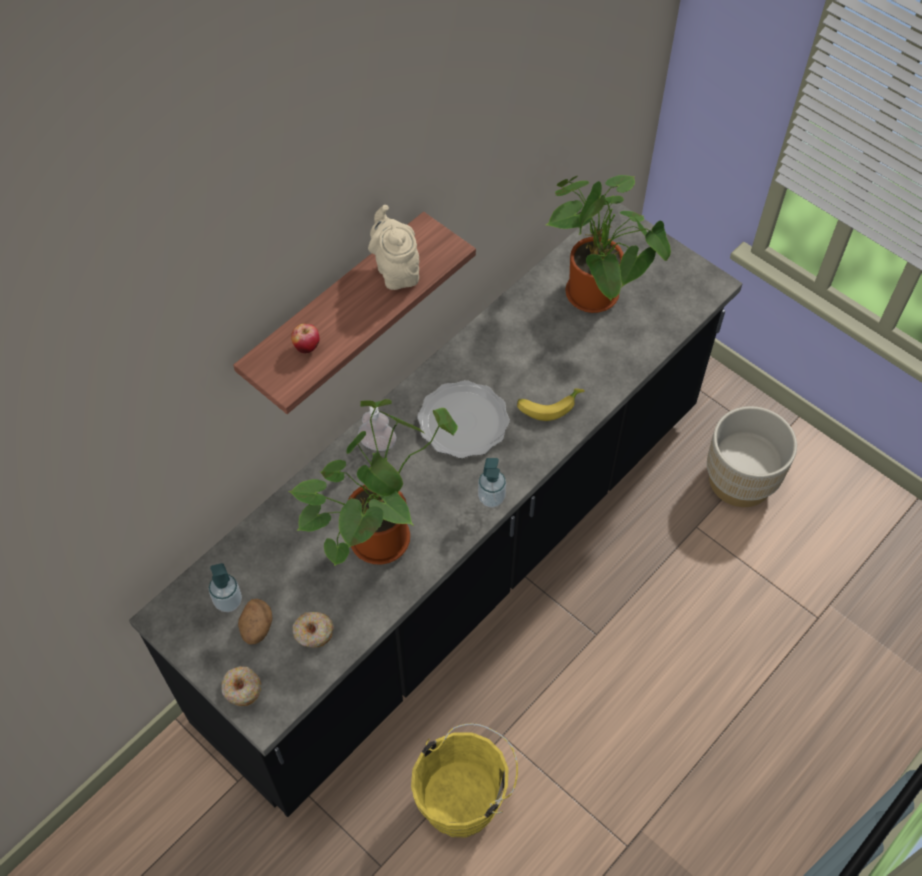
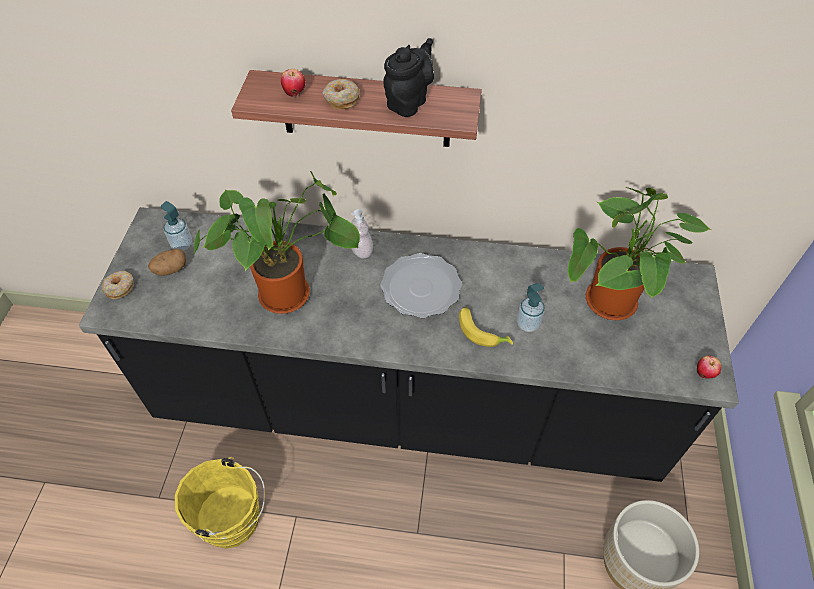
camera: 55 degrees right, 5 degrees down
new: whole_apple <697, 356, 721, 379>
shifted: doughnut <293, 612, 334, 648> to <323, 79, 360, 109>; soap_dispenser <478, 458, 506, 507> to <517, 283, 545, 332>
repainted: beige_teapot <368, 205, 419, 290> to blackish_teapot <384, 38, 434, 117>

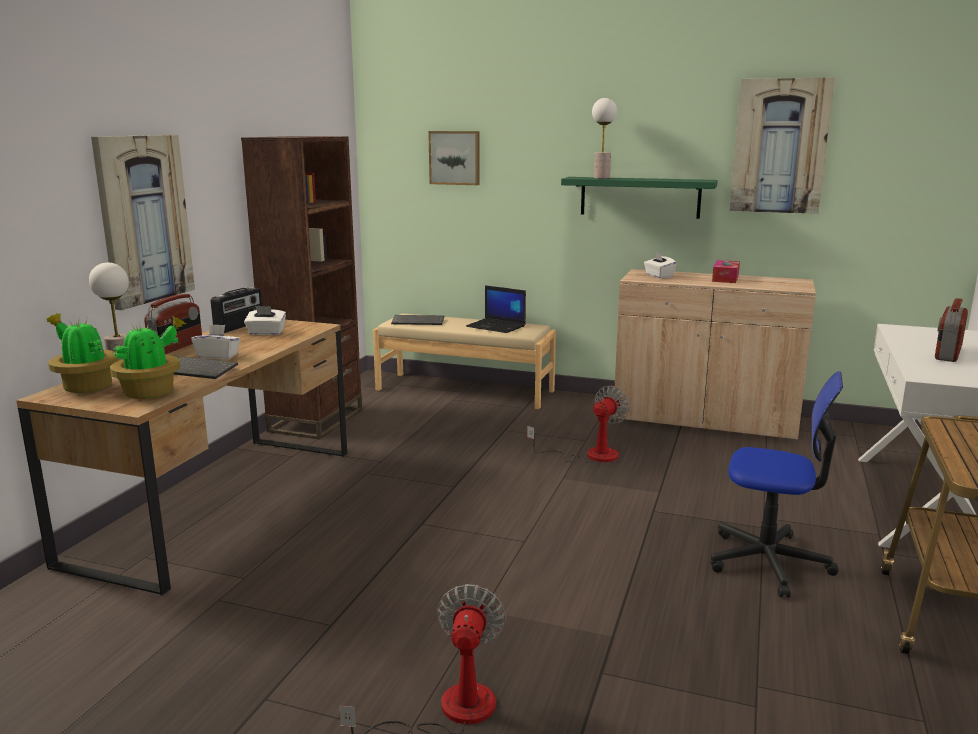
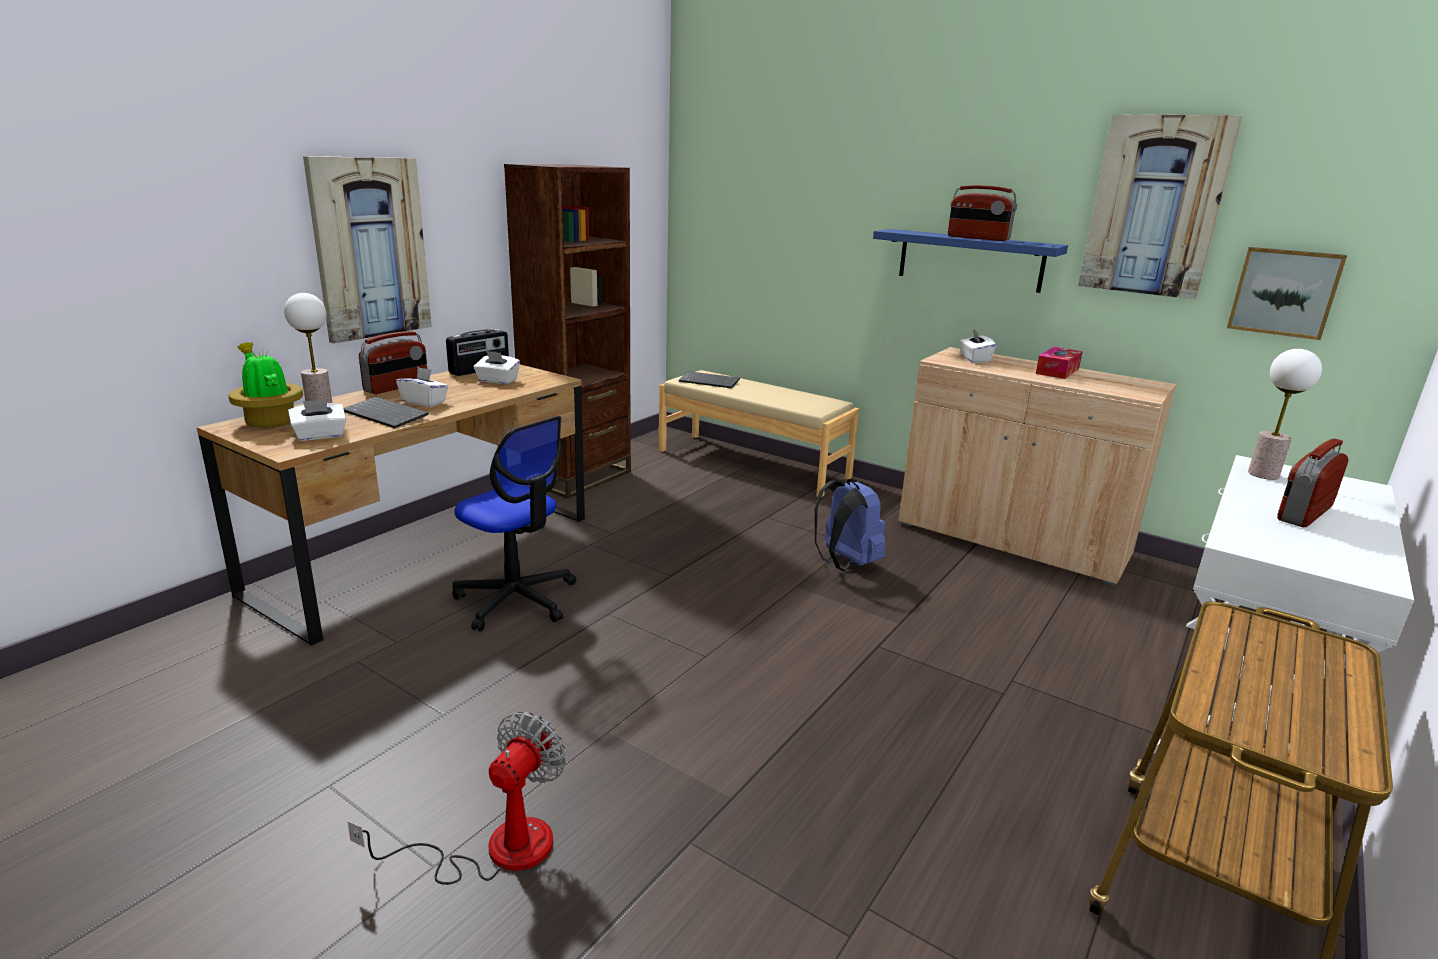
camera: 15 degrees right, 5 degrees up
gone: portable_computer <466, 285, 526, 333>
new: radio <948, 185, 1017, 241>
shifted: wall_picture <428, 131, 480, 185> to <1227, 247, 1347, 340>; tabletop_lamp <592, 98, 617, 179> to <1248, 349, 1322, 480>; desk_chair <711, 371, 843, 598> to <452, 416, 576, 631>
swapped: plant_in_a_pot <110, 316, 187, 399> to white_tissue_holder <288, 399, 346, 441>; fan <527, 386, 629, 463> to bluish_knapsack <814, 479, 885, 571>
repainted: green_shelf <561, 177, 718, 219> to bluish_shelf <873, 229, 1068, 293>

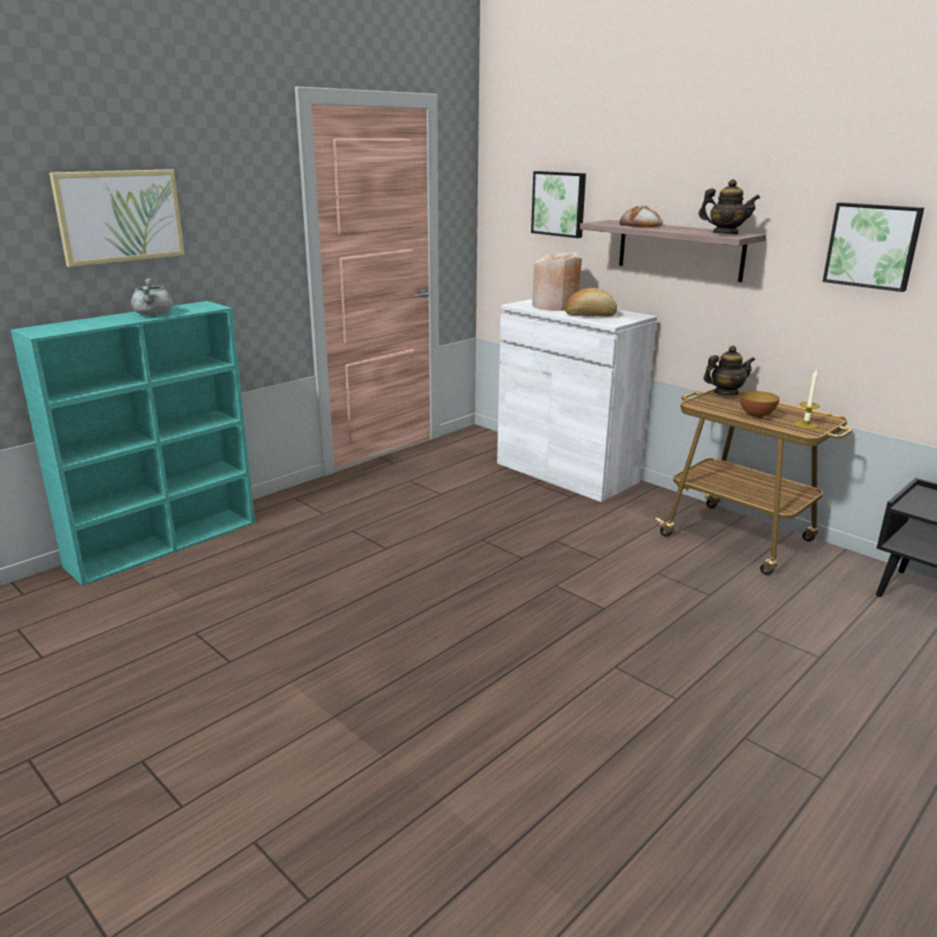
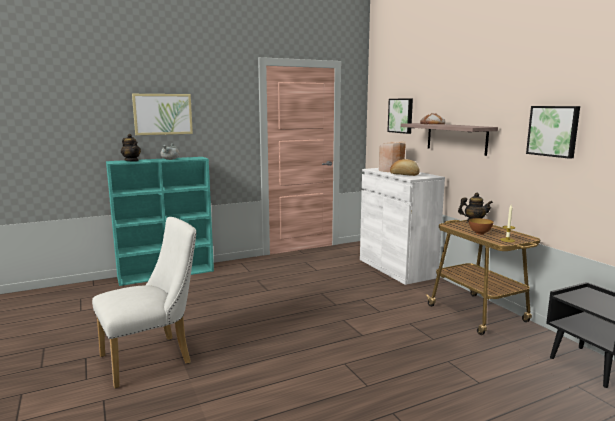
camera: 20 degrees right, 10 degrees down
new: white_chair <92, 217, 196, 388>
shifted: teapot <698, 179, 760, 234> to <121, 134, 141, 161>

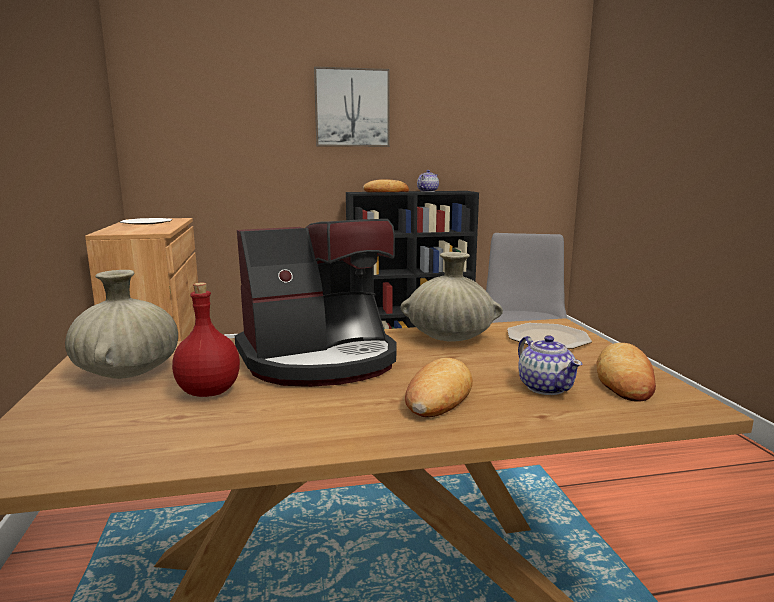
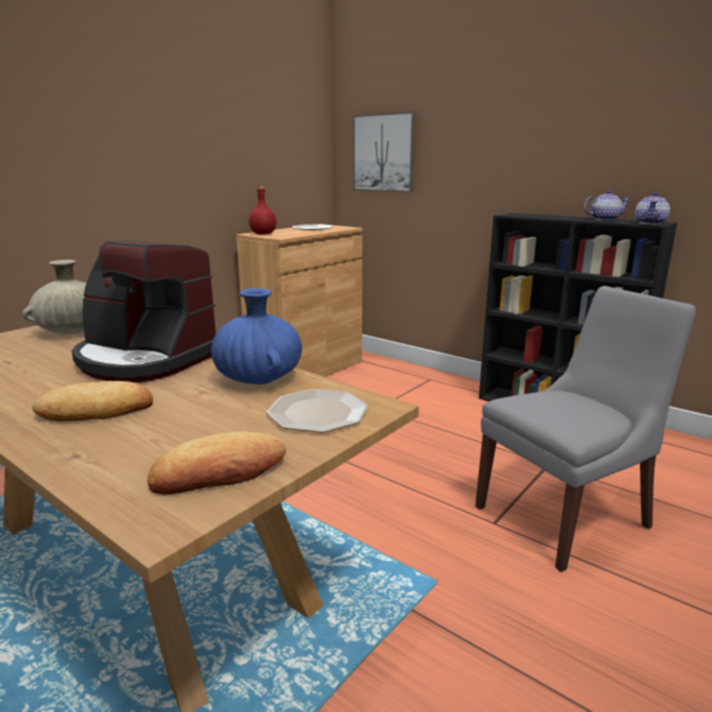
camera: 50 degrees right, 5 degrees up
gone: baked_bread <363, 179, 409, 192>
shifted: red_beverage_bottle <172, 283, 240, 397> to <249, 185, 277, 235>; wall_picture <314, 66, 390, 147> to <353, 111, 416, 193>; teapot <518, 335, 582, 395> to <635, 192, 670, 224>
repainted: beige_vase <400, 252, 503, 342> to bluish_vase <211, 288, 302, 385>

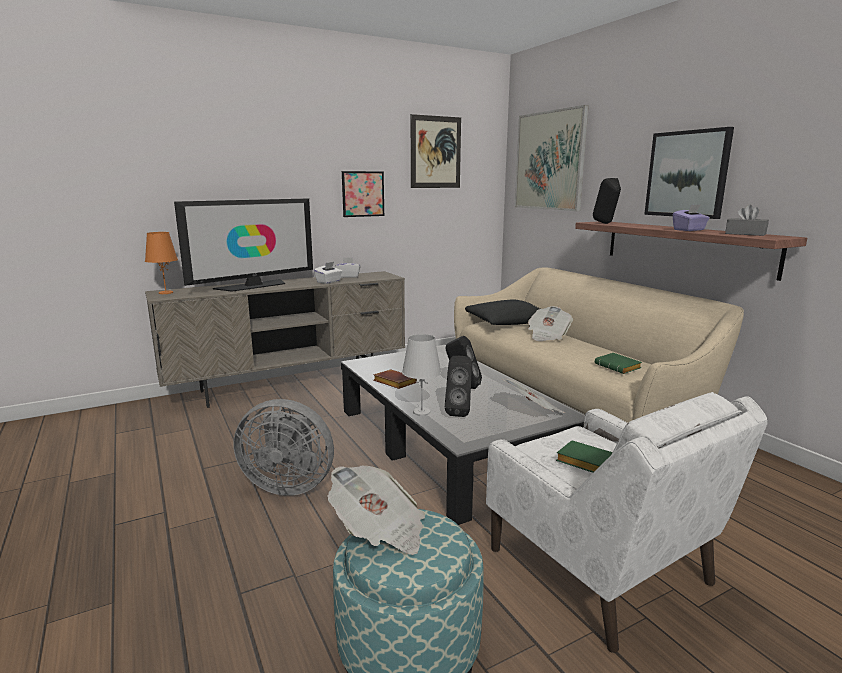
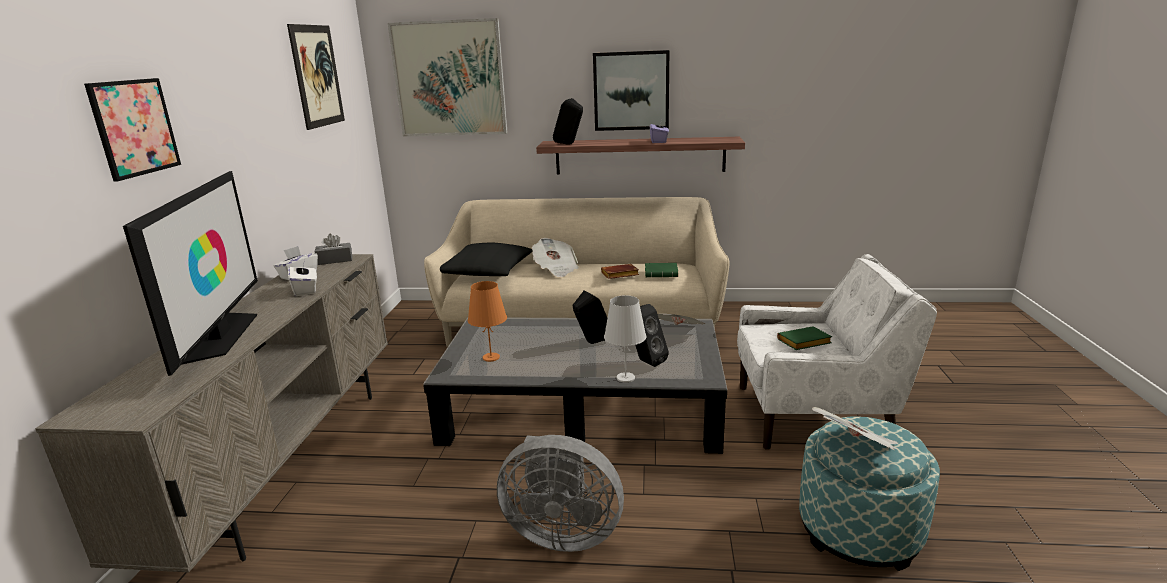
camera: 55 degrees left, 5 degrees up
shifted: orange-coloured_tabletop_lamp <145, 232, 178, 294> to <468, 281, 507, 362>; wall_picture <342, 171, 384, 217> to <84, 78, 181, 182>; brown_volume <373, 370, 417, 389> to <601, 264, 639, 279>; gray_tissue_holder <725, 205, 769, 236> to <315, 234, 352, 265>
rotated: gray_fan <233, 399, 334, 496> = <497, 435, 624, 552> 60 degrees clockwise

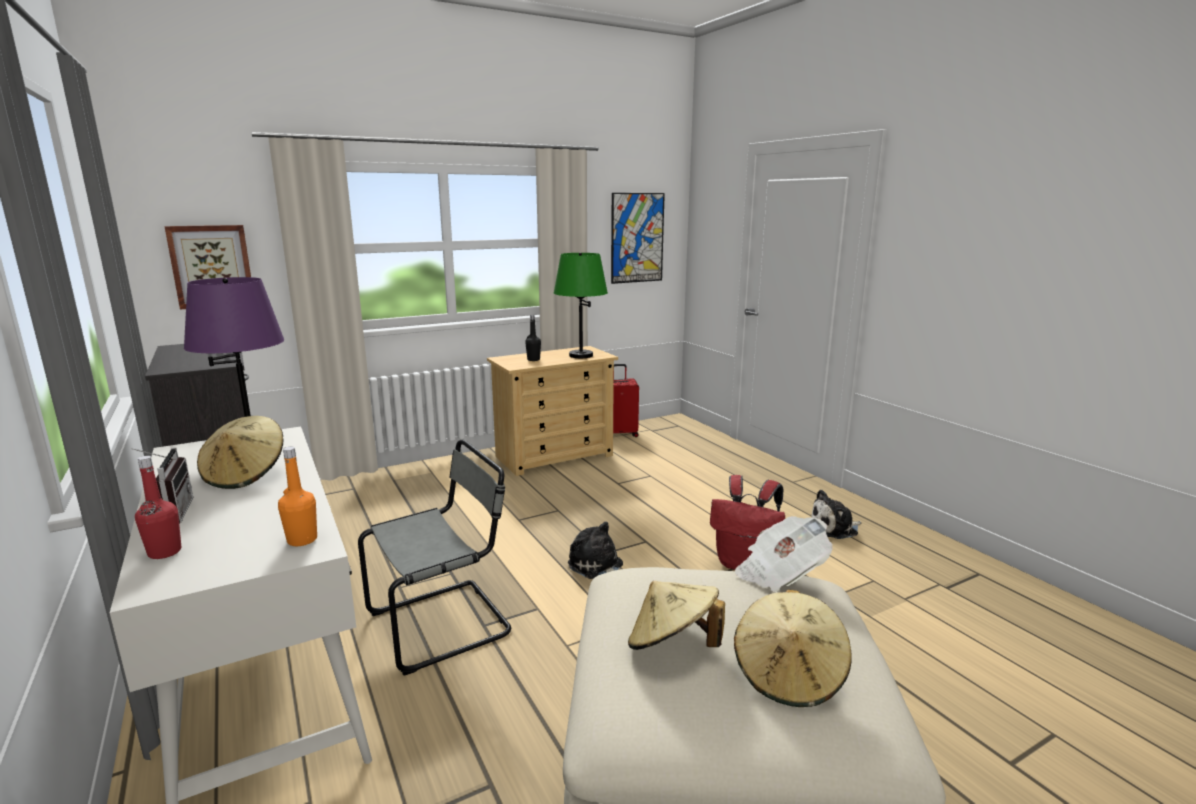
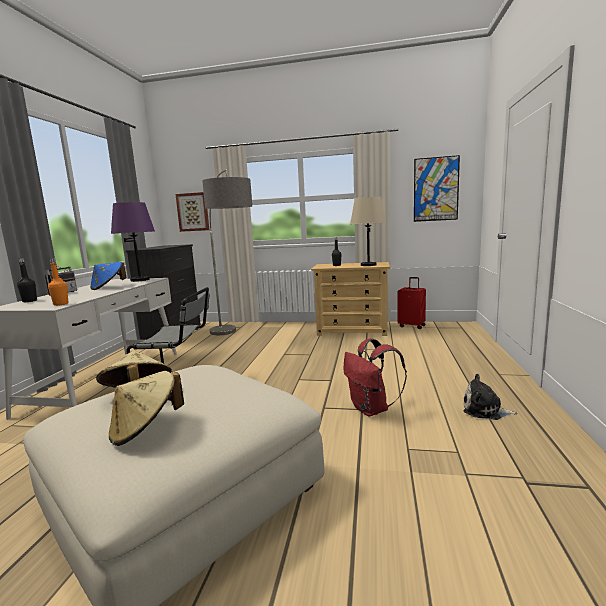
camera: 40 degrees right, 5 degrees down
gone: plush_toy <568, 521, 623, 579>; newspaper <735, 516, 833, 592>
new: floor_lamp <202, 170, 252, 335>
repainted: red_beverage_bottle <135, 456, 182, 559> to blackish_beverage_bottle <17, 258, 37, 302>; beige_wearable_hat <197, 416, 283, 489> to bluish_wearable_hat <90, 262, 127, 290>; green_tabletop_lamp <554, 253, 608, 358> to beige_tabletop_lamp <350, 196, 386, 266>

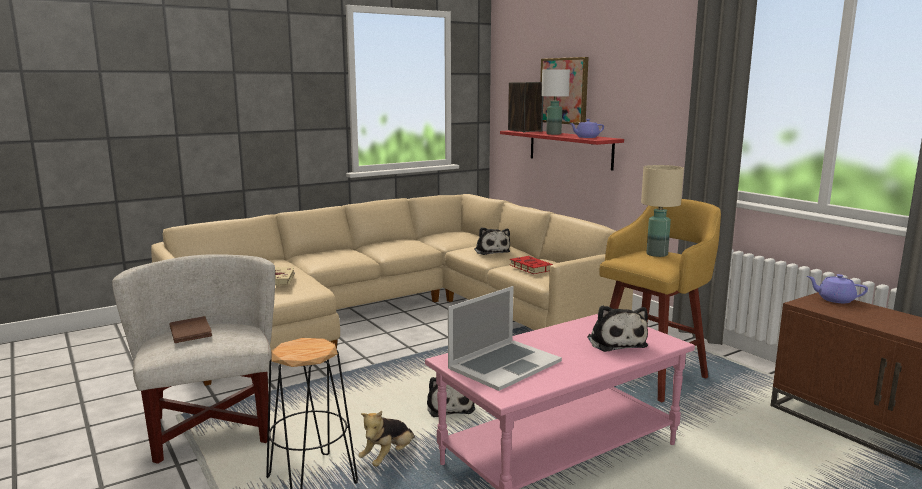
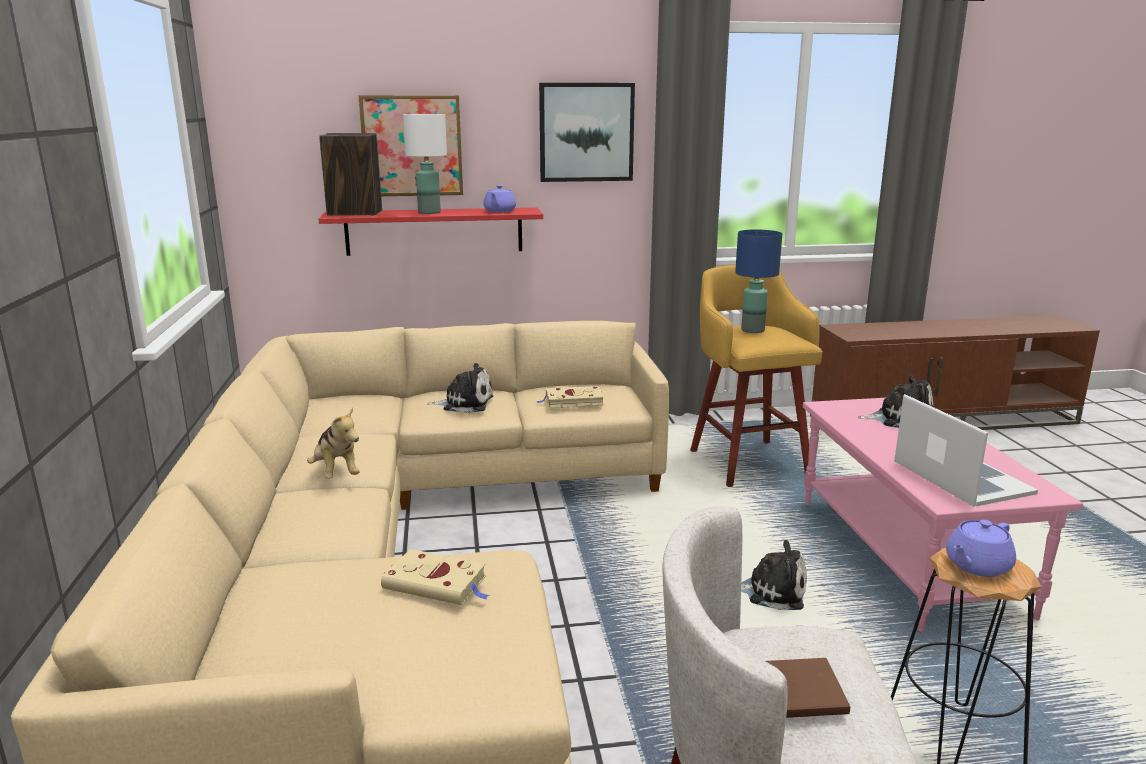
camera: 65 degrees left, 5 degrees up
new: wall_picture <539, 83, 635, 182>
shifted: plush_toy <358, 411, 415, 466> to <307, 408, 360, 479>; purple-coloured_teapot <807, 274, 868, 303> to <946, 520, 1016, 577>
repainted: red_volume <510, 256, 553, 274> to beige_volume <536, 386, 604, 408>; beige_tabletop_lamp <641, 165, 684, 257> to bluish_tabletop_lamp <735, 229, 782, 333>

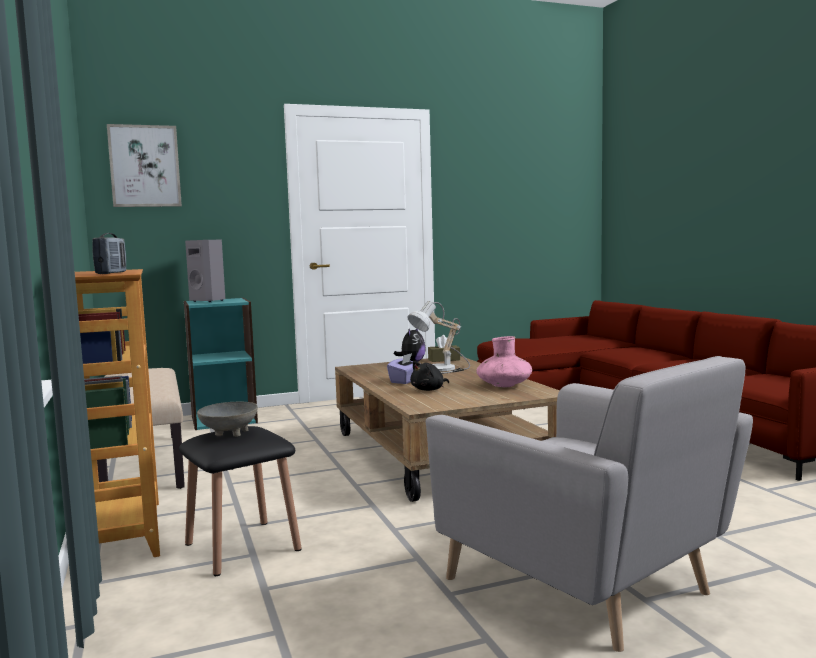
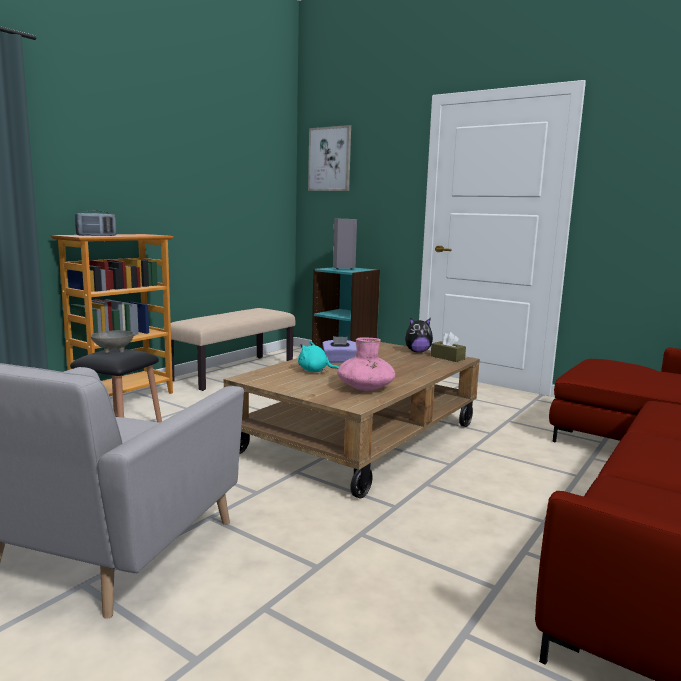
camera: 55 degrees right, 5 degrees up
gone: tabletop_lamp <407, 301, 470, 374>
repainted: blackish_plush_toy <410, 361, 449, 391> to blue-green_plush_toy <298, 341, 339, 373>

